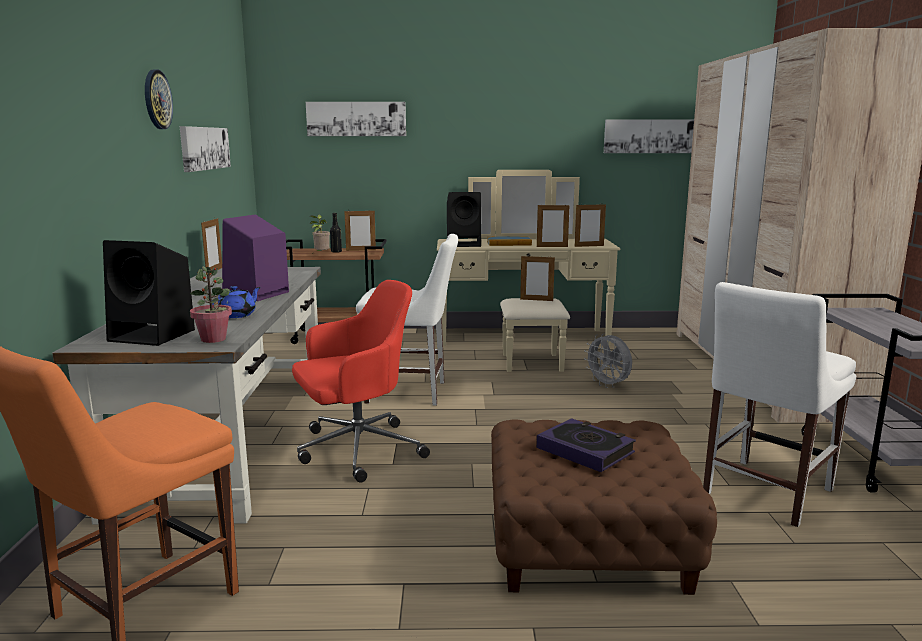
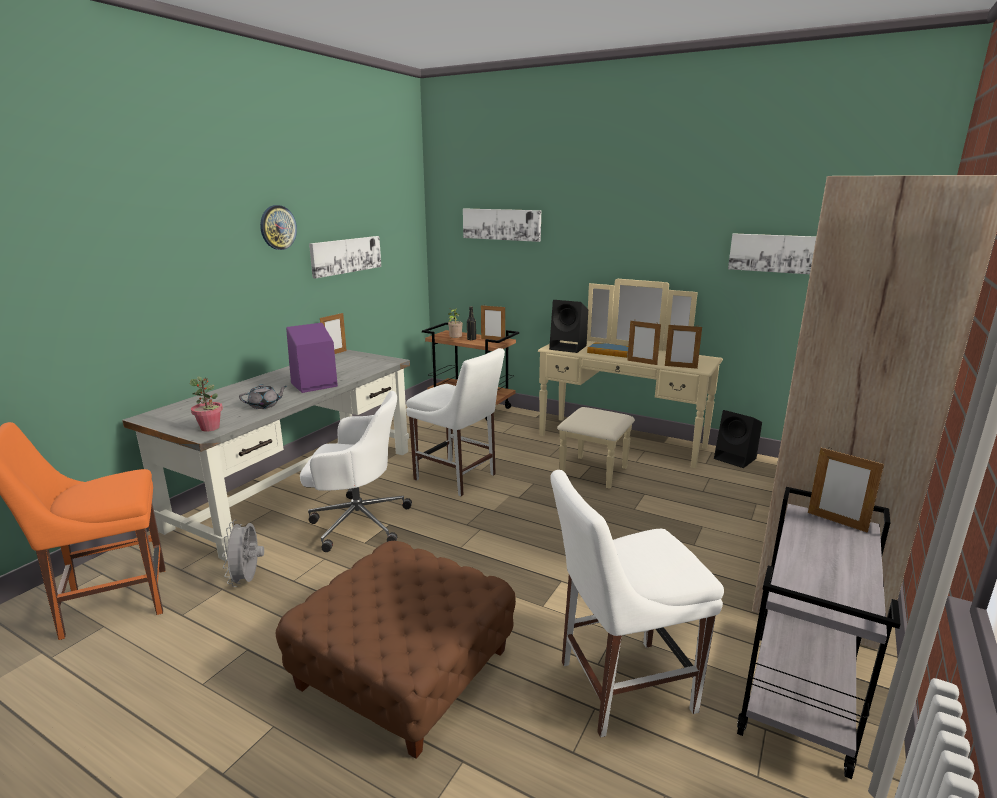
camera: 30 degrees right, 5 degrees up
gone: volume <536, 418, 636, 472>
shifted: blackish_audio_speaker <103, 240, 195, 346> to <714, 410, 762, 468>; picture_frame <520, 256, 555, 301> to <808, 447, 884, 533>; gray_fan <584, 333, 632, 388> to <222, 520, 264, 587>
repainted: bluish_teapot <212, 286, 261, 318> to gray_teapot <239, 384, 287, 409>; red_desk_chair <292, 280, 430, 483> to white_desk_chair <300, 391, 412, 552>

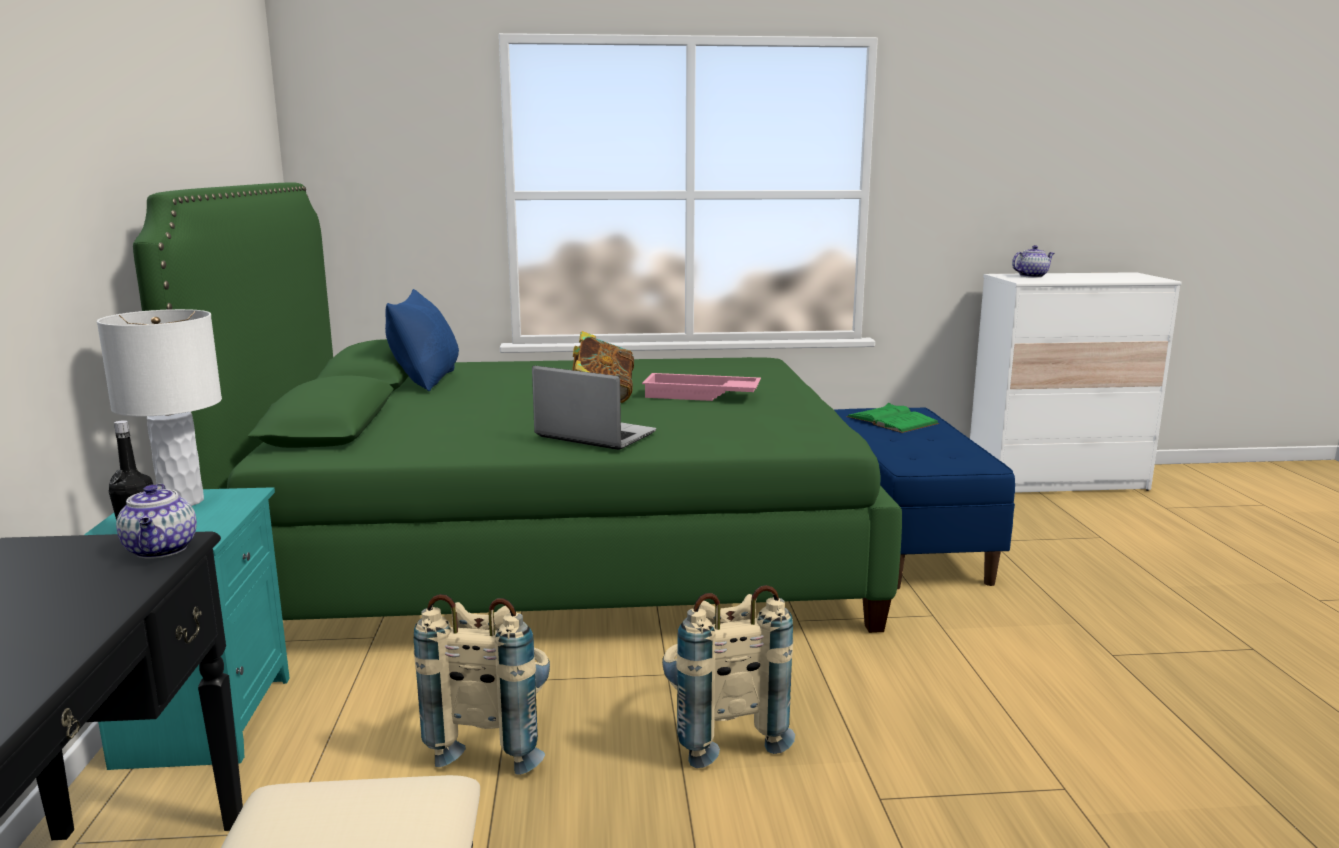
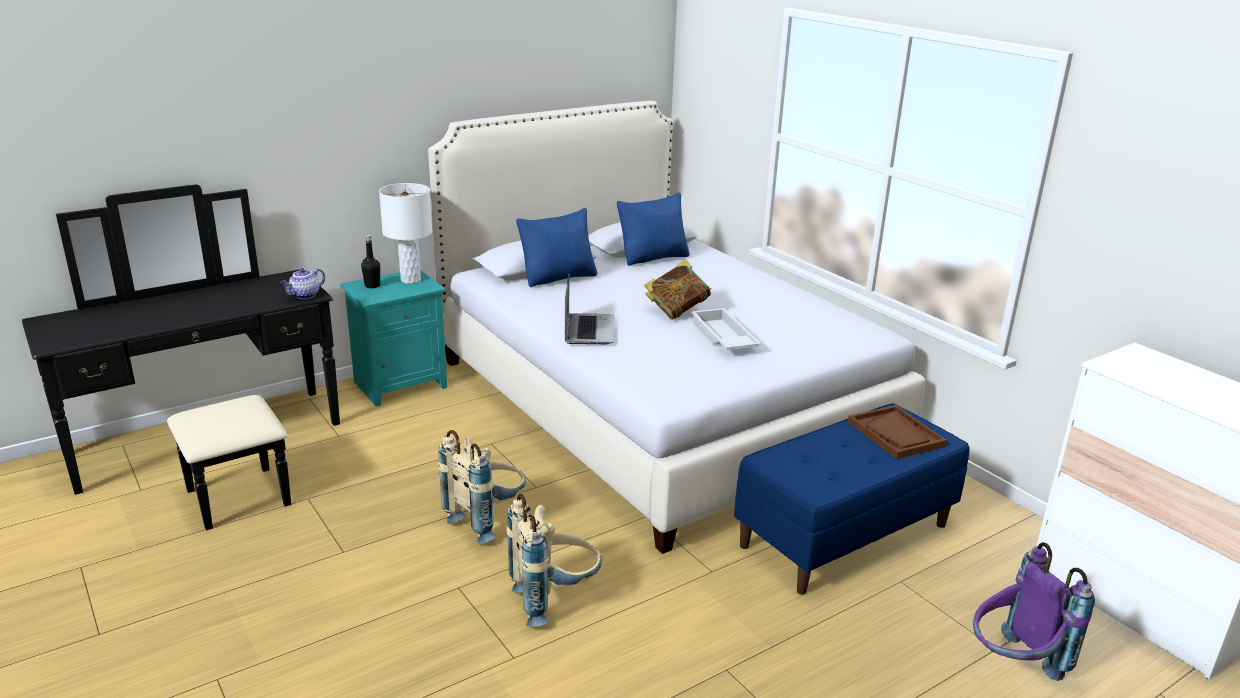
camera: 60 degrees right, 10 degrees up
gone: teapot <1012, 245, 1054, 278>
new: bluish_throw_pillow <516, 208, 597, 287>; purple-coloured_knapsack <973, 542, 1095, 681>
shifted: beige_knapsack <414, 594, 550, 775> to <506, 494, 602, 627>
swapped: green_volume <846, 403, 939, 433> to brown_carrying_tray <848, 405, 947, 459>
repainted: green_bedroom_bed <133, 182, 902, 633> to white_bedroom_bed <428, 101, 925, 554>; pink_carrying_tray <642, 373, 761, 401> to white_carrying_tray <691, 308, 761, 350>

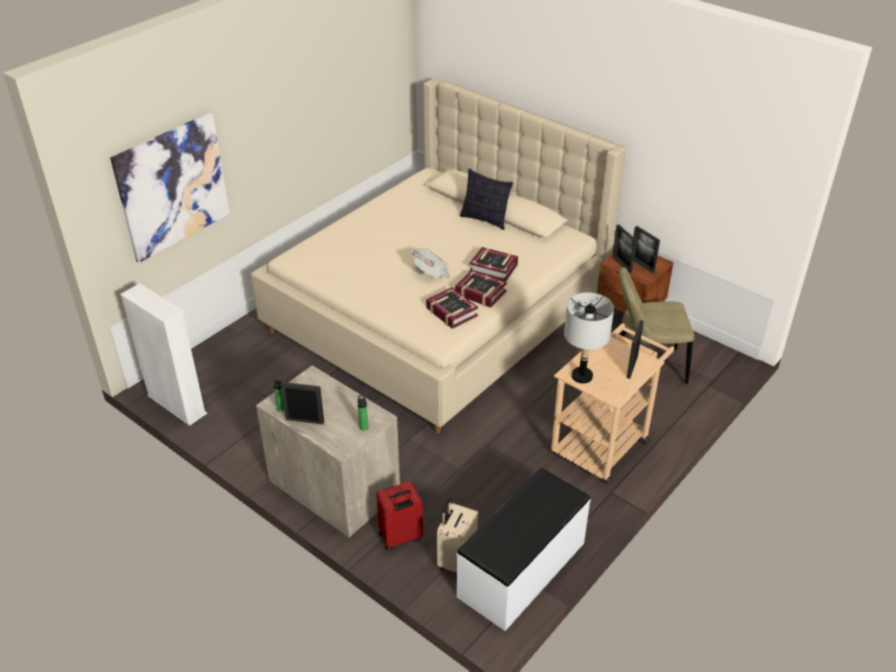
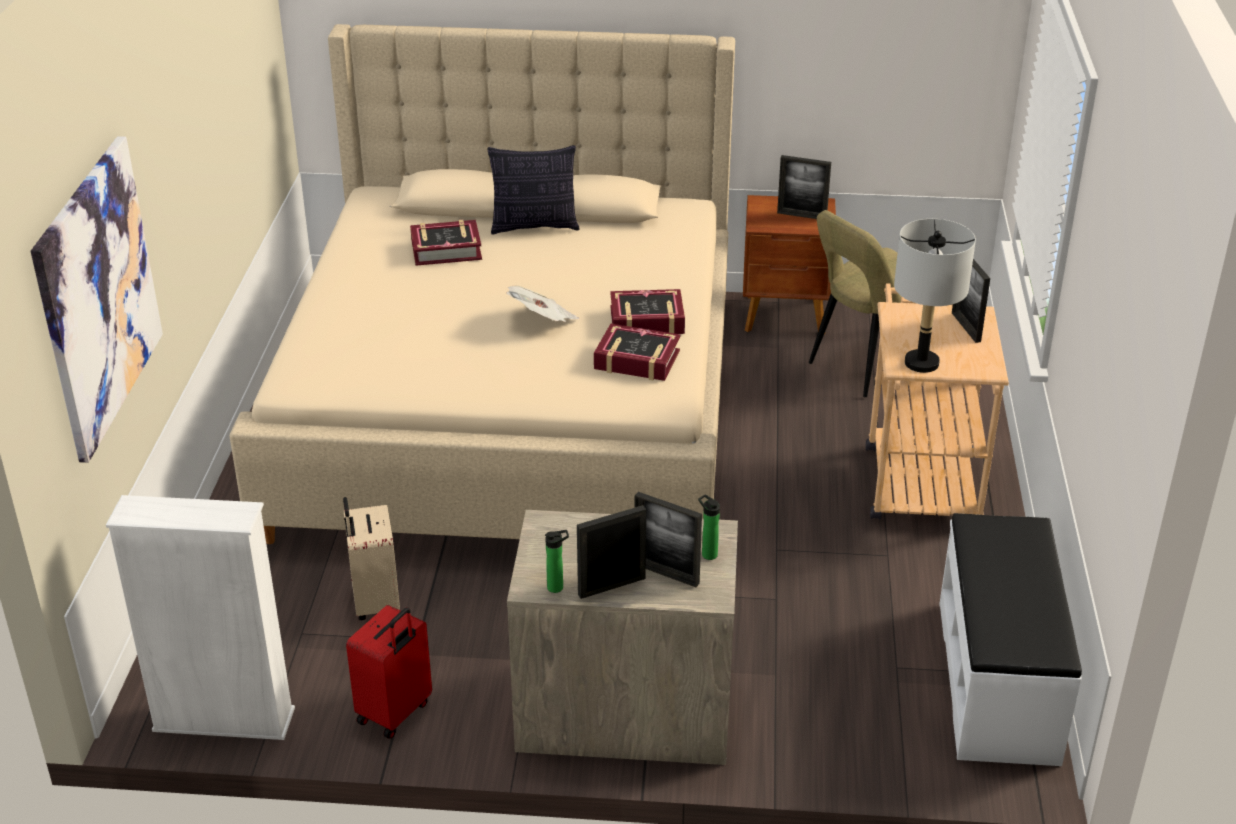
camera: 35 degrees left, 5 degrees down
shifted: red_piece_of_luggage <376, 481, 423, 551> to <346, 605, 432, 739>; beige_piece_of_luggage <437, 499, 478, 573> to <343, 497, 400, 620>; volume <469, 247, 518, 281> to <410, 220, 482, 266>; picture_frame <612, 225, 637, 273> to <635, 492, 702, 587>

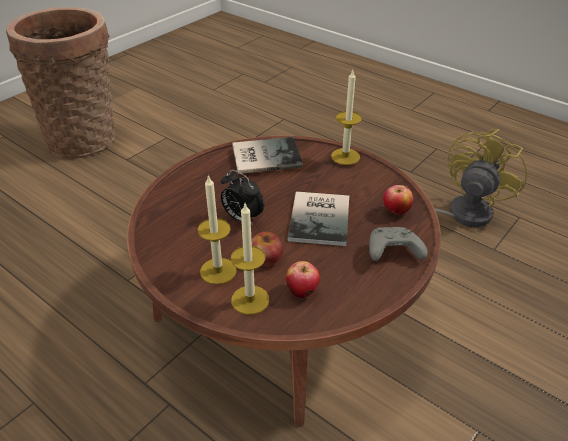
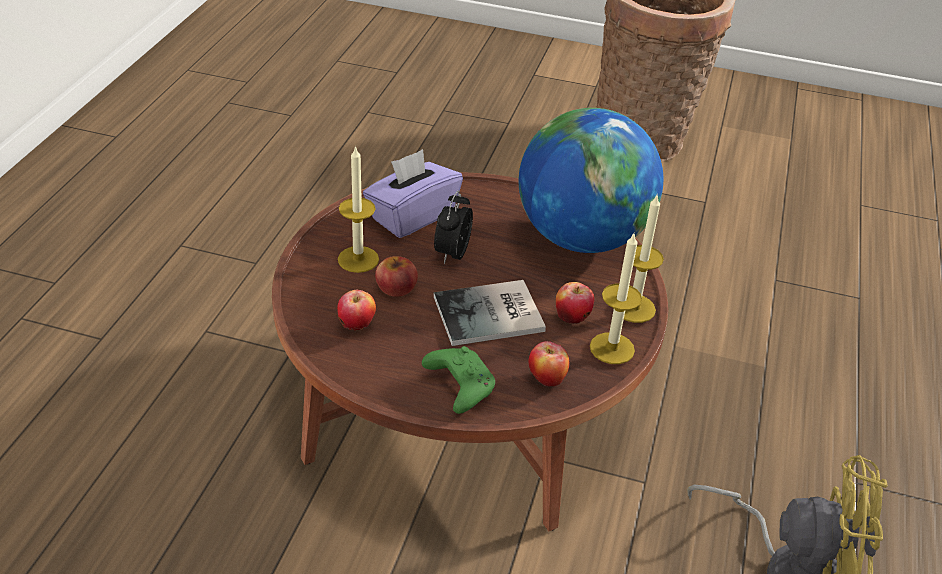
camera: 65 degrees right, 0 degrees up
new: purple-coloured_tissue_holder <363, 149, 463, 238>; whole_apple <556, 282, 594, 324>
shifted: wax_light <231, 204, 269, 315> to <590, 232, 642, 364>
swapped: volume <232, 137, 303, 174> to desk_globe <519, 108, 663, 253>
repainted: gray_gamepad <369, 227, 428, 261> to green_gamepad <422, 346, 495, 414>

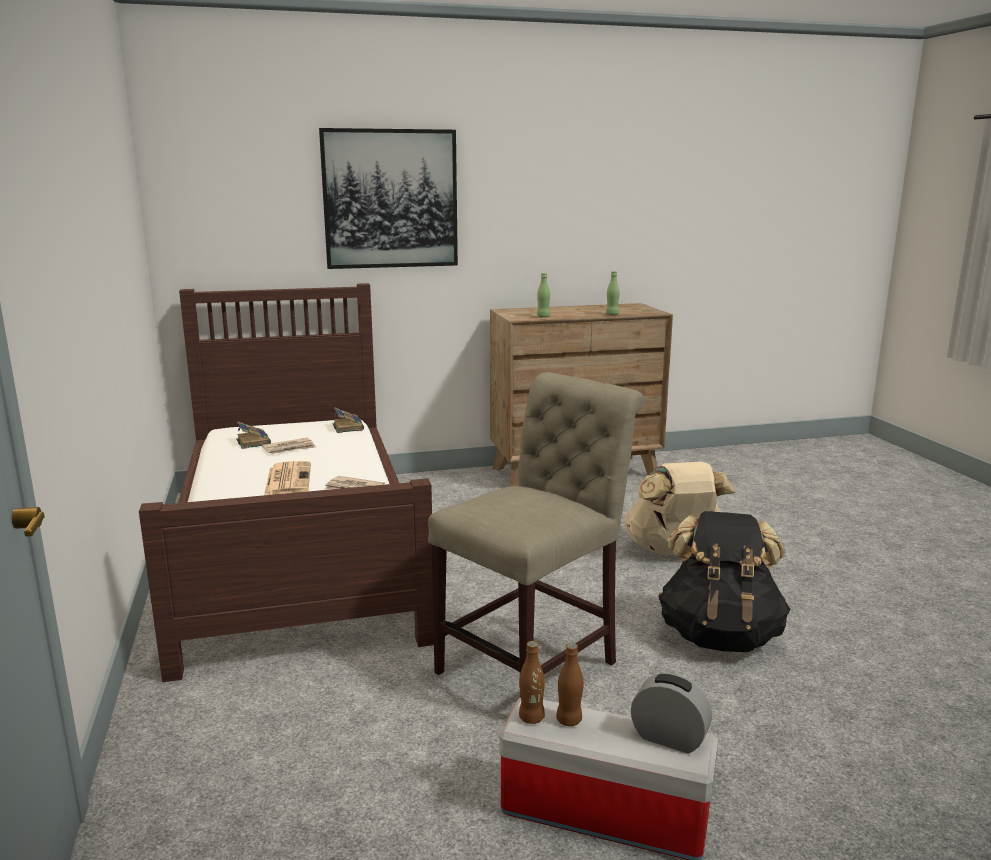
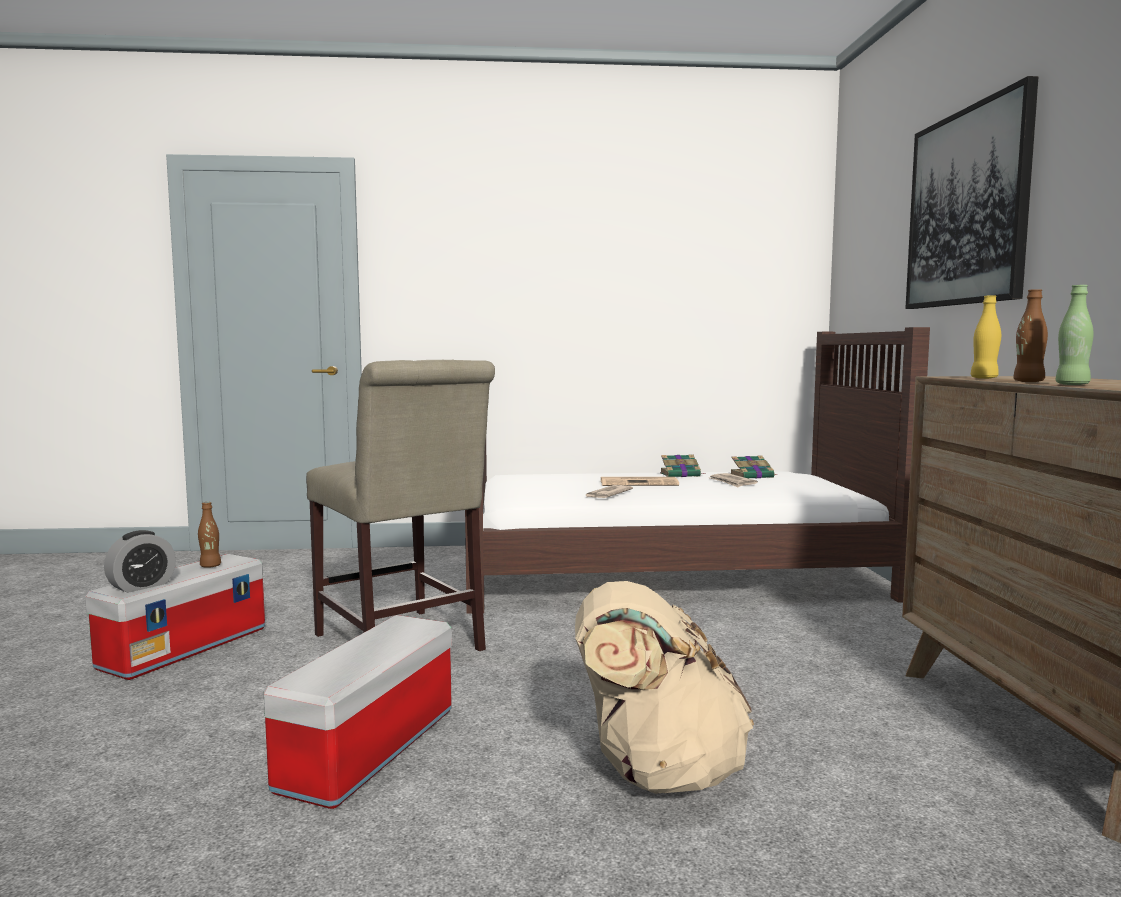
camera: 100 degrees right, 10 degrees down
shifted: volume <333, 407, 364, 433> to <660, 454, 704, 477>; brown_beverage_bottle <519, 641, 545, 724> to <1013, 289, 1048, 382>
swapped: blackish_knapsack <658, 511, 791, 652> to storage_container <264, 615, 452, 809>
repainted: green_beverage_bottle <537, 273, 550, 317> to yellow-coloured_beverage_bottle <971, 295, 1001, 379>

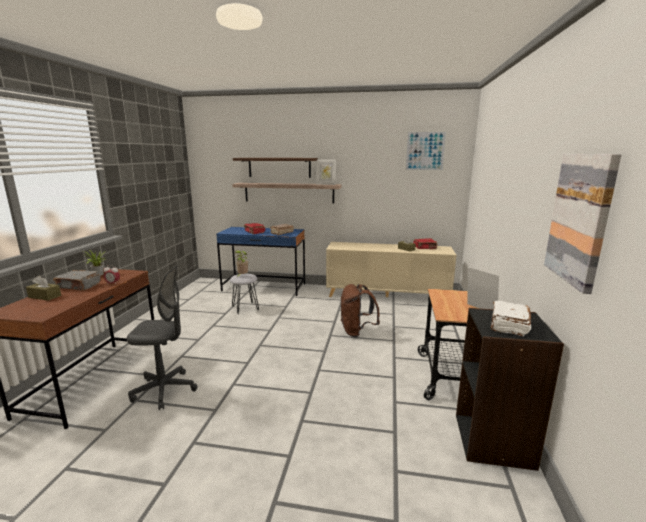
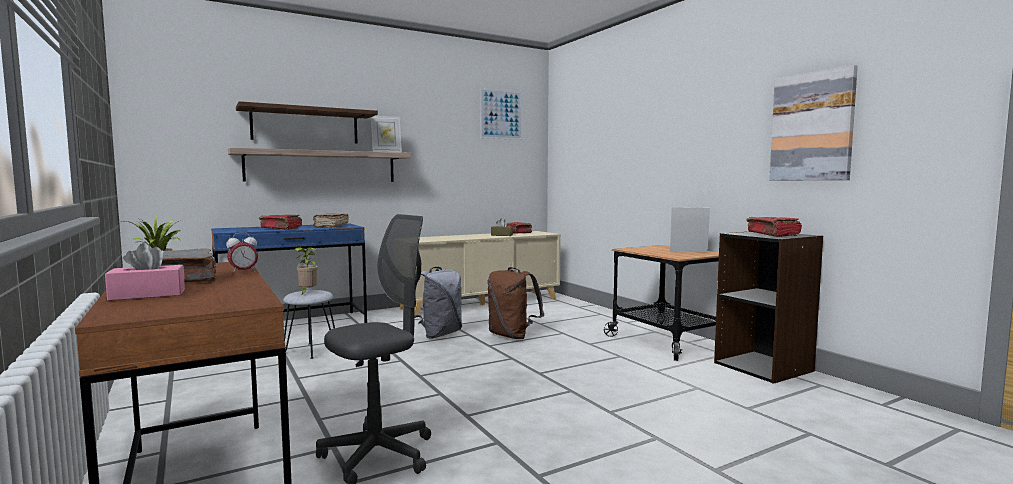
camera: 40 degrees left, 10 degrees down
new: gray_knapsack <414, 267, 462, 339>
repainted: brown_tissue_holder <26, 276, 61, 301> to pink_tissue_holder <105, 243, 185, 301>; white_volume <490, 301, 531, 337> to red_volume <746, 217, 802, 237>

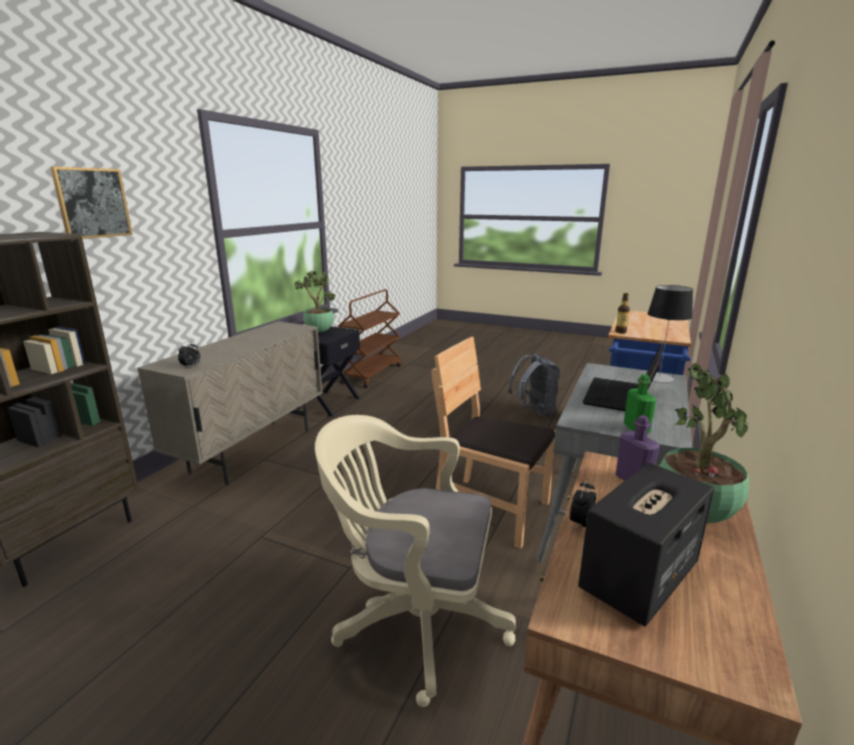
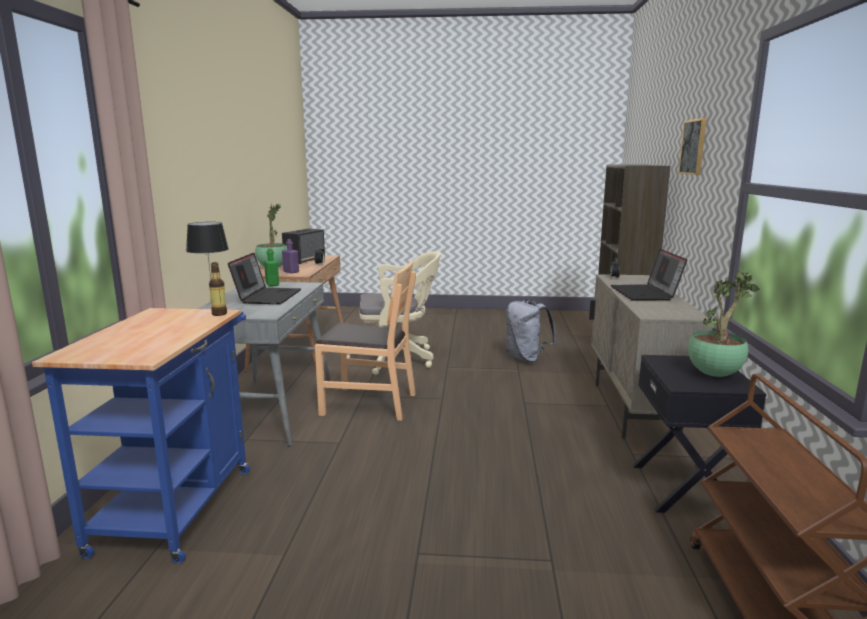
camera: 160 degrees right, 5 degrees down
new: portable_computer <611, 249, 687, 301>
shifted: gray_knapsack <508, 354, 560, 417> to <506, 299, 556, 363>

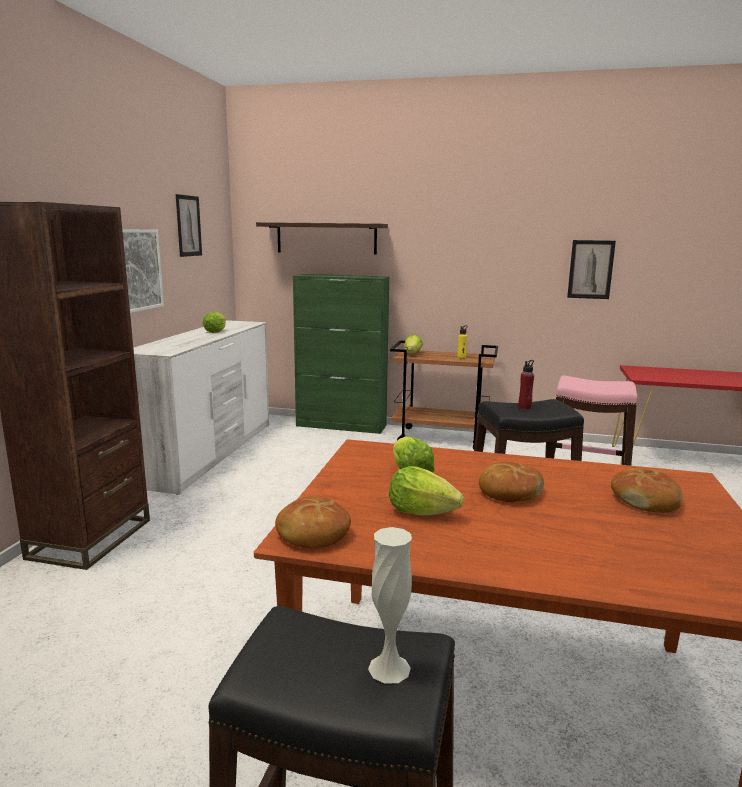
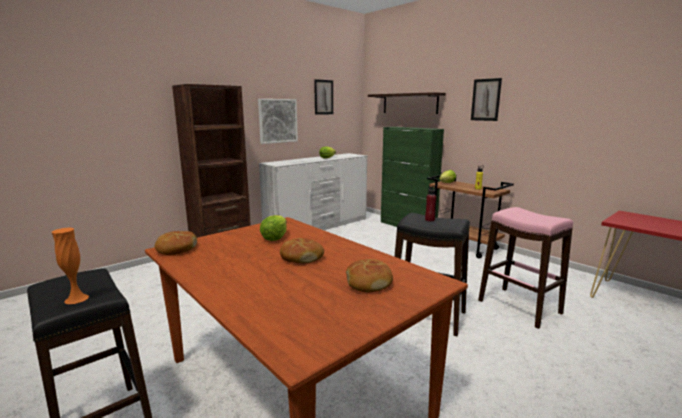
camera: 35 degrees right, 0 degrees up
gone: head_of_lettuce <389, 466, 464, 516>
shifted: wall_picture <567, 240, 616, 299> to <471, 78, 502, 121>
repainted: white_vase <368, 527, 412, 684> to orange-coloured_vase <52, 228, 89, 304>

